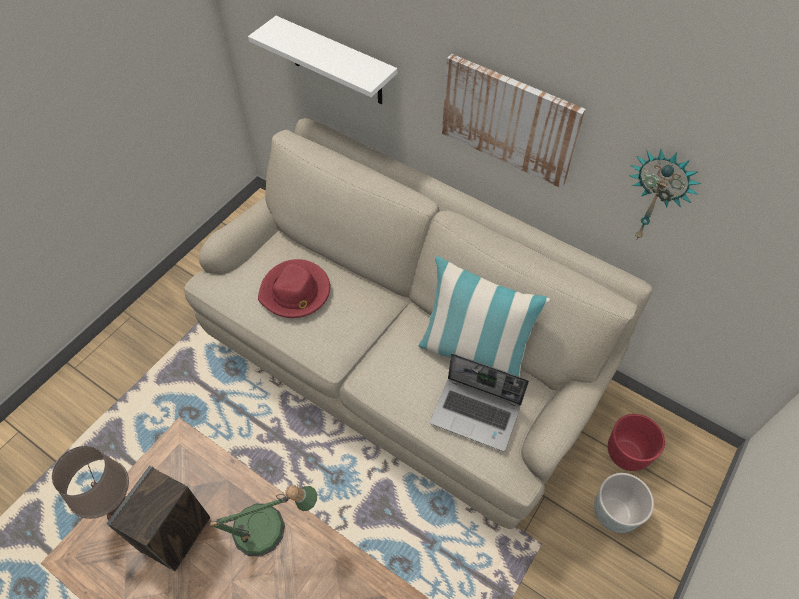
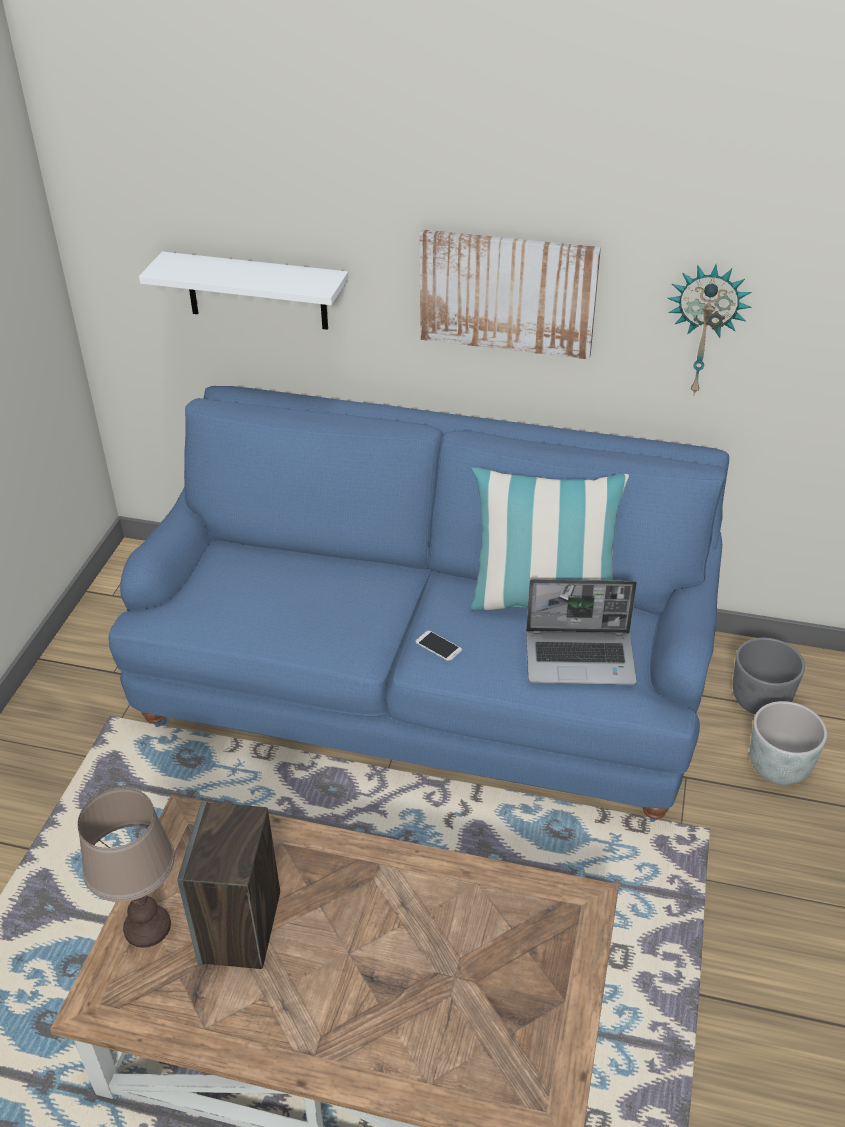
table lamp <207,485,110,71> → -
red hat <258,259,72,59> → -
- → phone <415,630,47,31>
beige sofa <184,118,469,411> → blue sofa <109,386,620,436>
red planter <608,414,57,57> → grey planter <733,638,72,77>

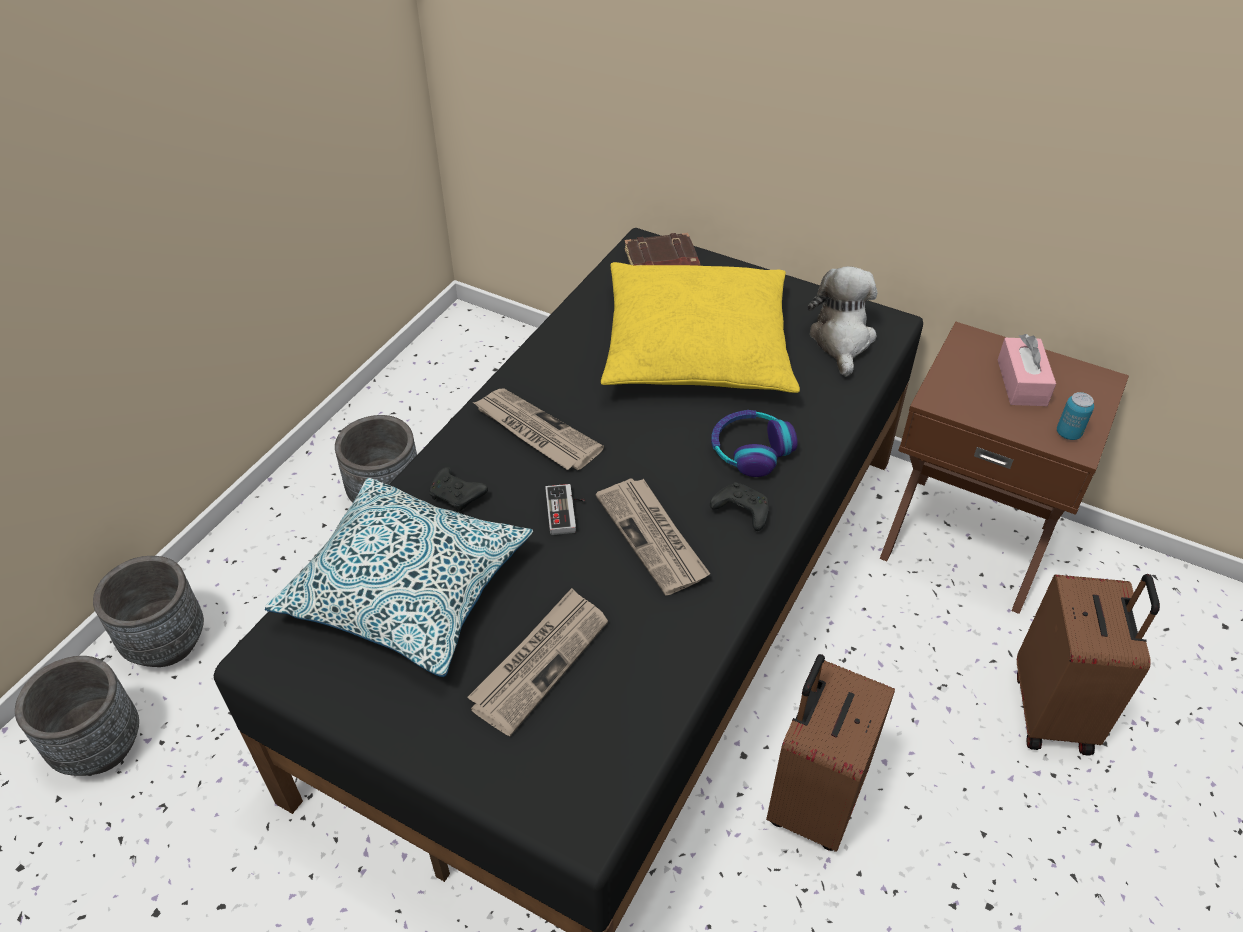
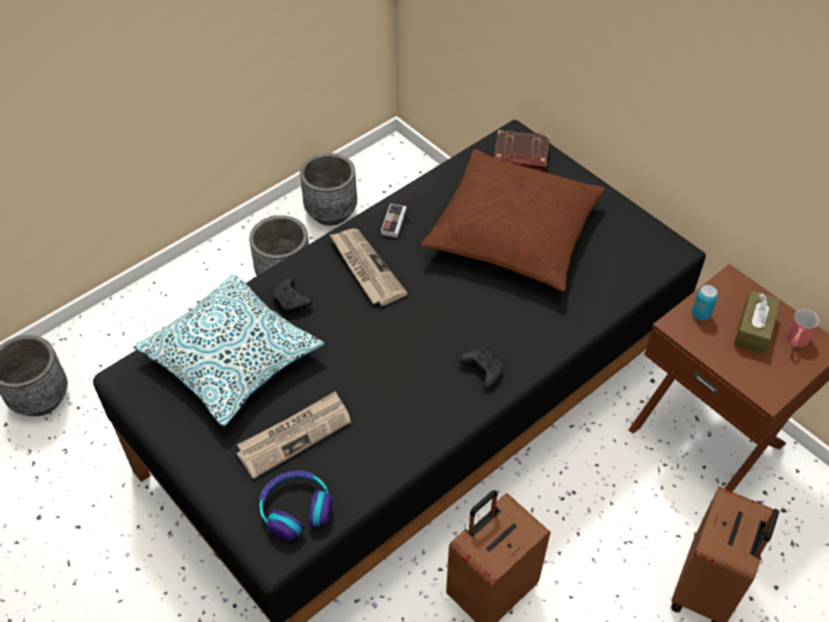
newspaper <596,479,114,117> → -
plush toy <808,266,69,111> → -
- → red mug <785,309,34,39>
grey planter <93,556,111,111> → grey planter <300,153,57,73>, moved
game controller <545,484,40,51> → game controller <381,204,31,34>, moved
headphones <711,410,87,67> → headphones <259,471,73,70>, moved
can <1057,392,37,48> → can <692,285,26,35>, moved
yellow pillow <601,262,199,131> → brown pillow <421,149,184,142>
pink tissue box <998,334,58,72> → brown tissue box <734,290,47,65>

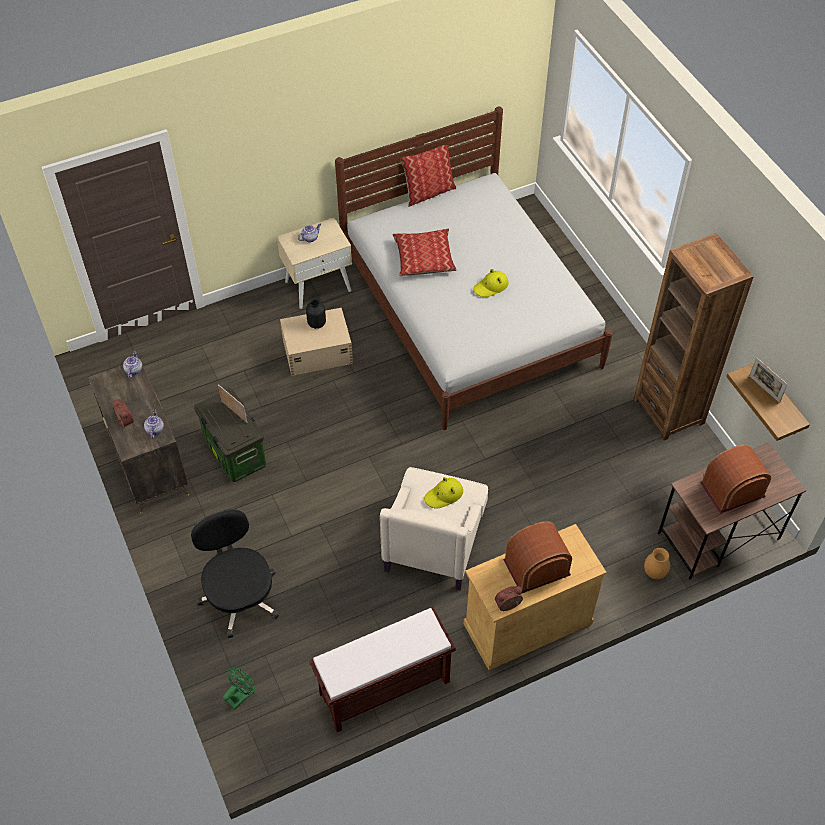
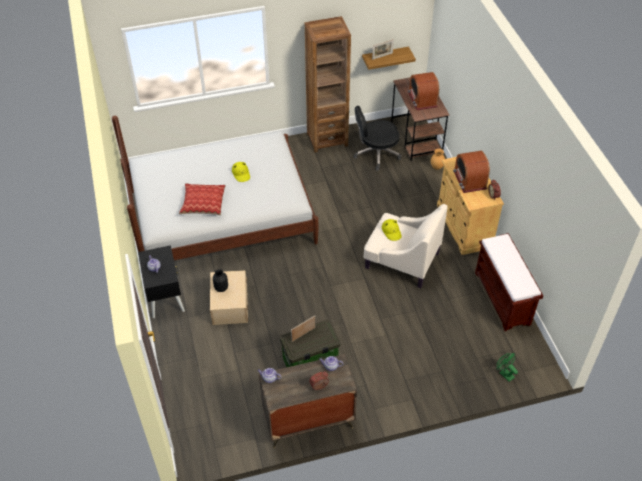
pillow <400,145,56,62> → -
black office chair <191,509,88,129> → black office chair <354,106,48,65>, moved
beige nightstand <277,218,75,91> → black nightstand <138,245,47,73>

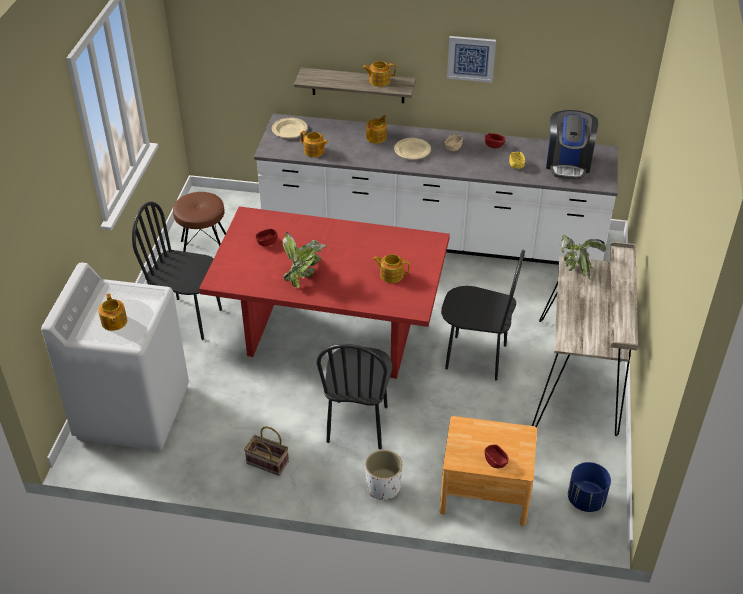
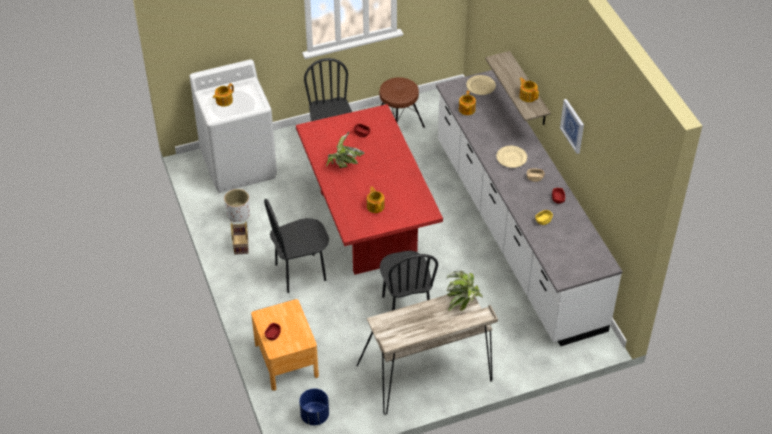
teapot <366,115,21,28> → -
coffee machine <546,110,52,70> → -
white planter <365,450,38,50> → white planter <224,189,26,33>, moved

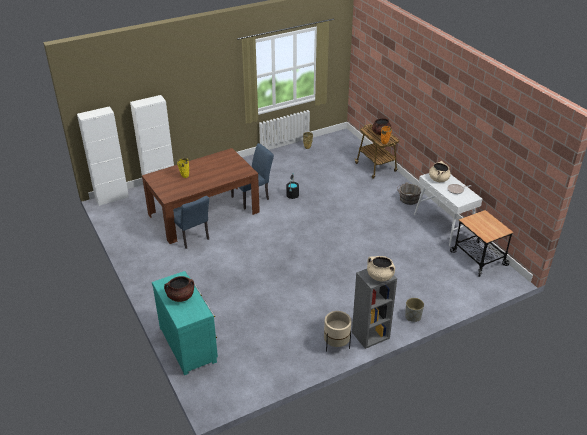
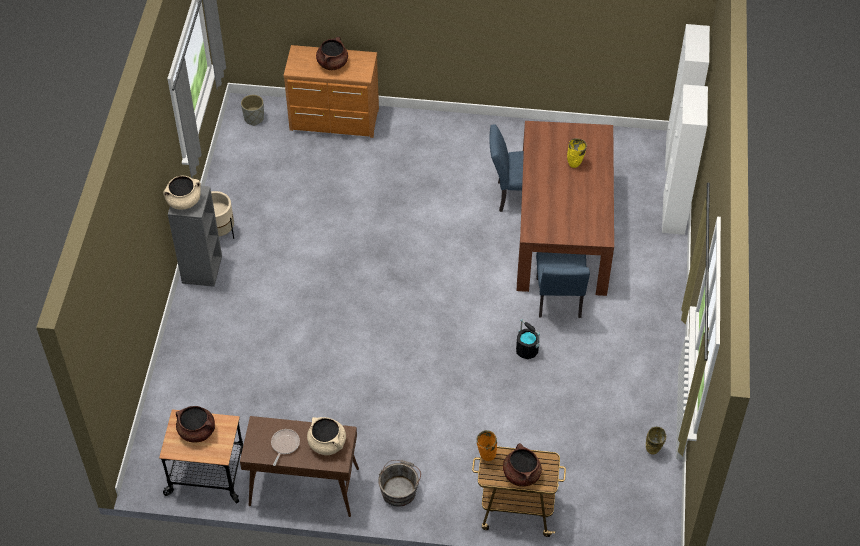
- → brown cooking pot <176,406,39,37>
grey planter <405,298,19,24> → grey planter <241,95,23,30>, moved
turquoise dresser <152,271,66,104> → brown dresser <283,45,96,93>
white console table <414,173,68,74> → brown console table <240,416,119,101>

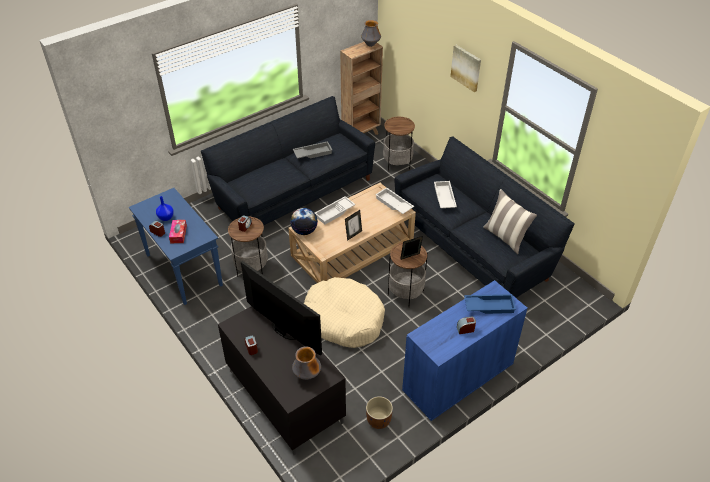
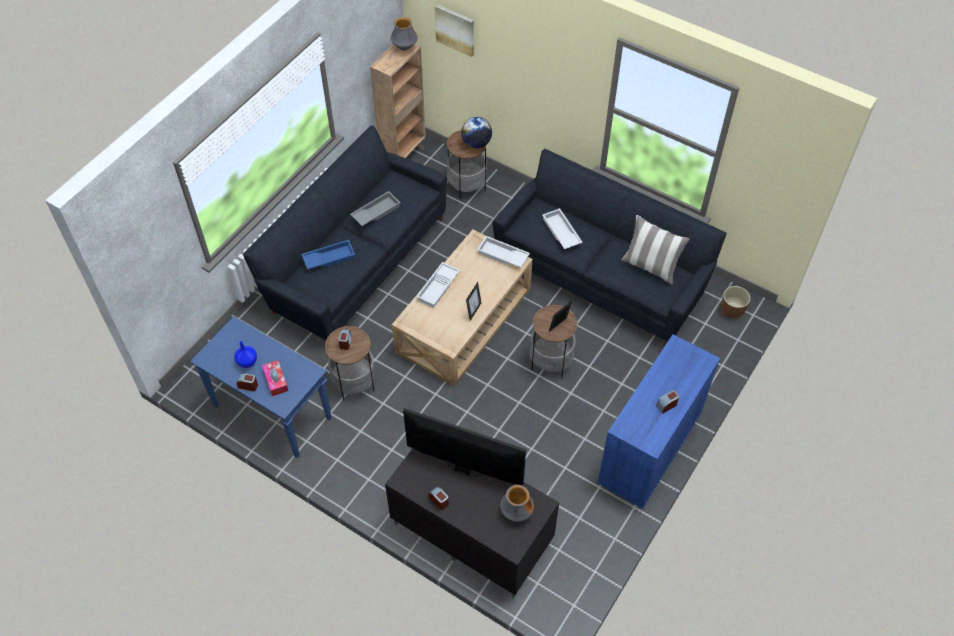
beige dog bed <304,277,81,71> → -
globe <290,208,28,27> → globe <461,117,31,31>, moved
brown planter <366,396,27,33> → brown planter <721,286,30,32>, moved
picture <450,45,31,47> → picture <435,4,39,53>, moved
blue tray <464,294,52,20> → blue tray <301,240,54,29>, moved

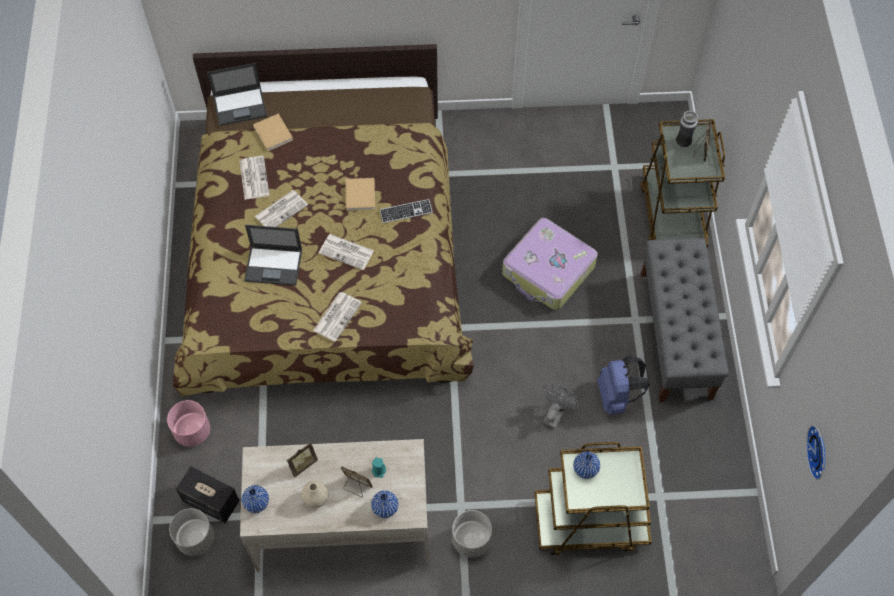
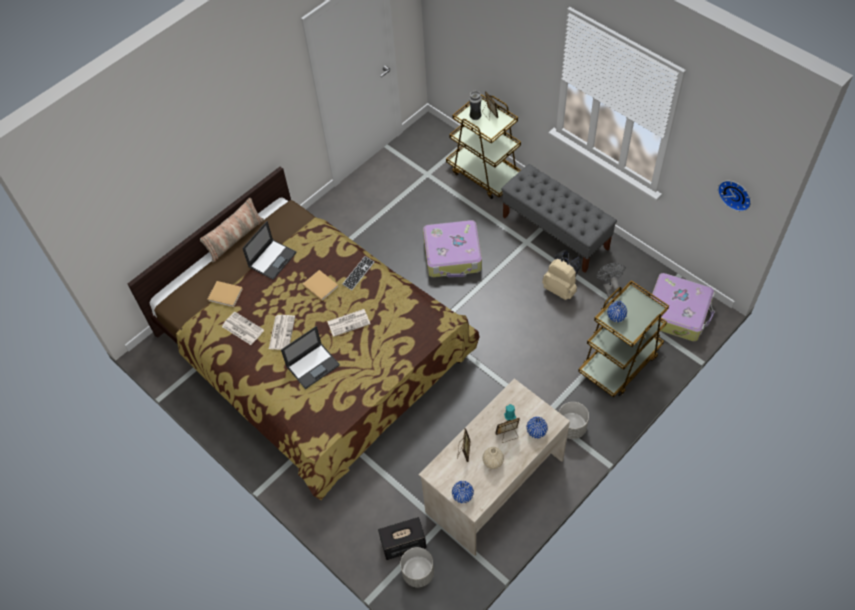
pink planter <167,400,43,47> → -
newspaper <313,292,49,50> → -
- → pillow <200,198,64,65>
- → suitcase <651,273,64,68>
laptop <207,63,60,63> → laptop <242,221,55,59>, moved
grey fan <543,384,36,45> → grey fan <596,263,30,35>, moved
blue backpack <597,356,53,59> → beige backpack <542,250,39,50>

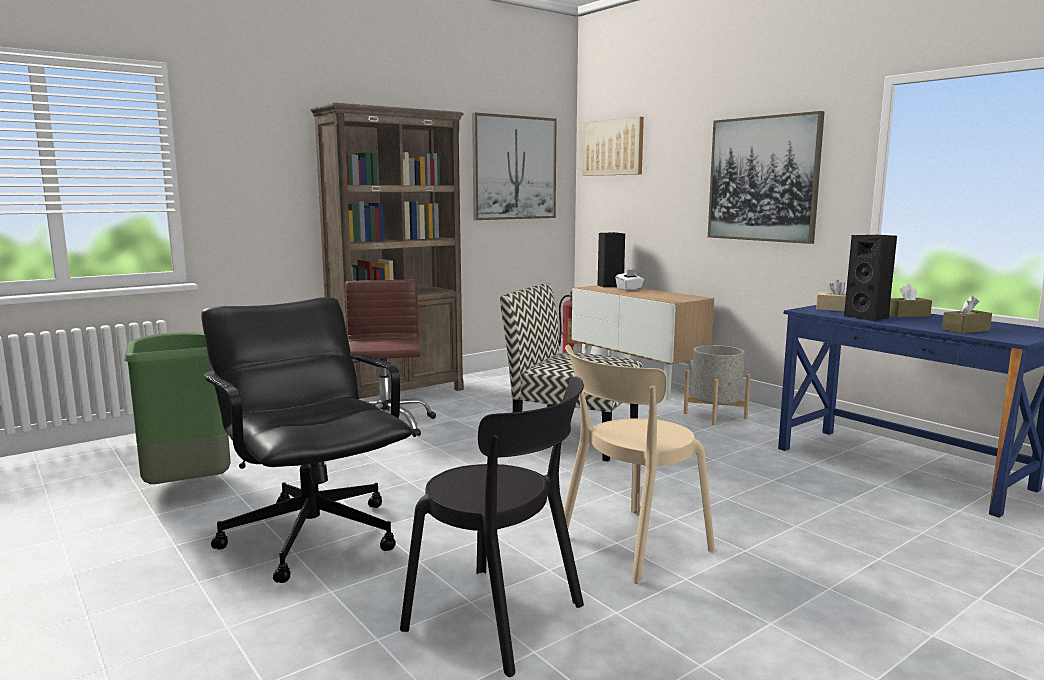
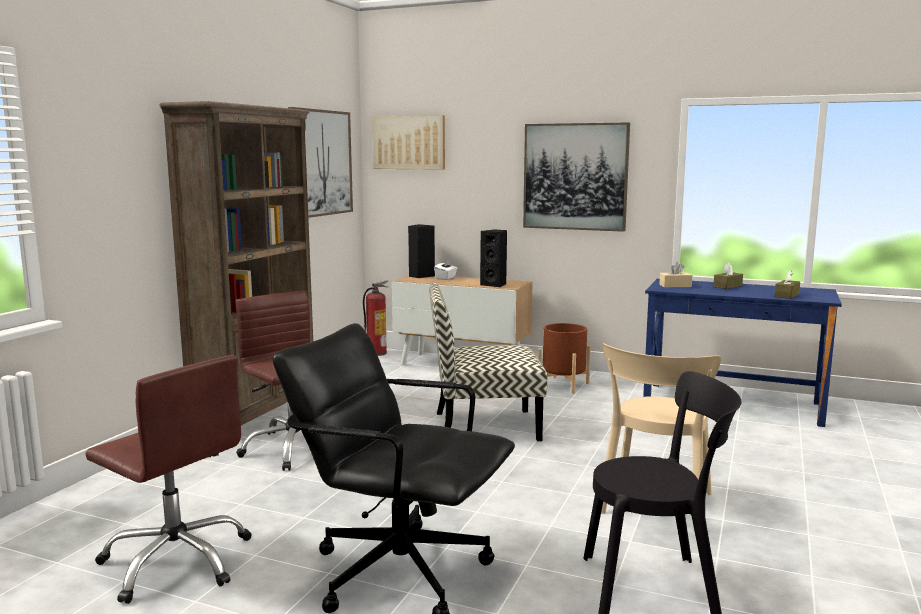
black speaker <844,235,53,86> → black speaker <480,229,27,58>, moved
green trash can <124,332,107,152> → brown office chair <85,355,167,249>
grey planter <684,345,66,80> → brown planter <538,323,53,71>

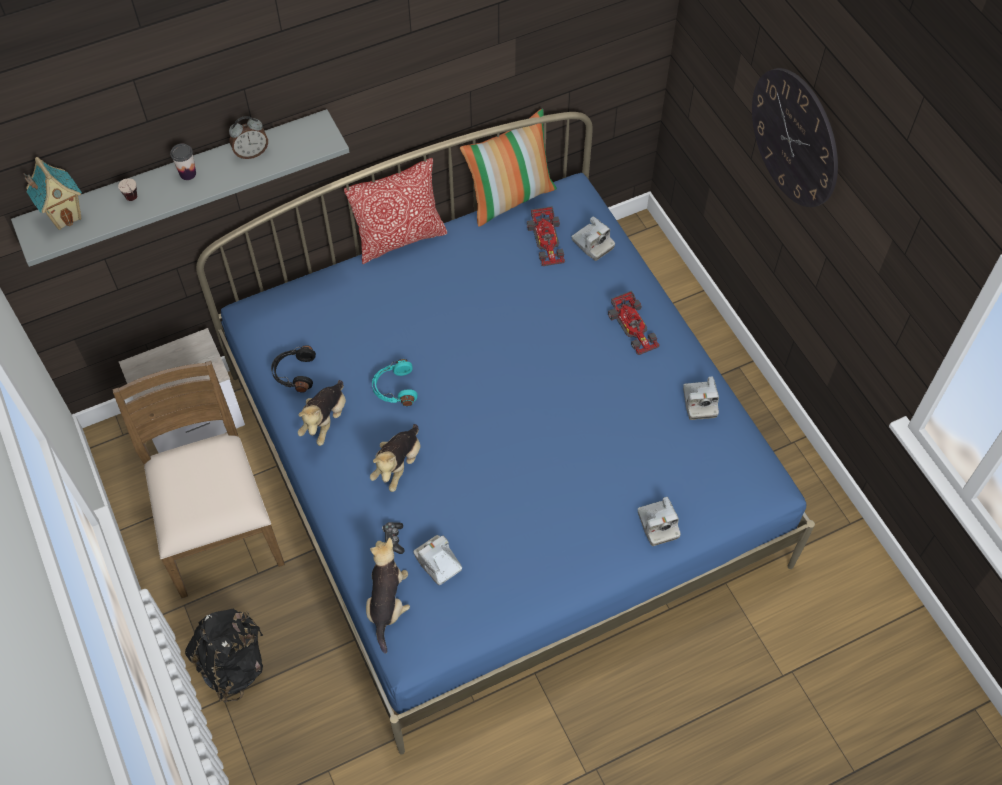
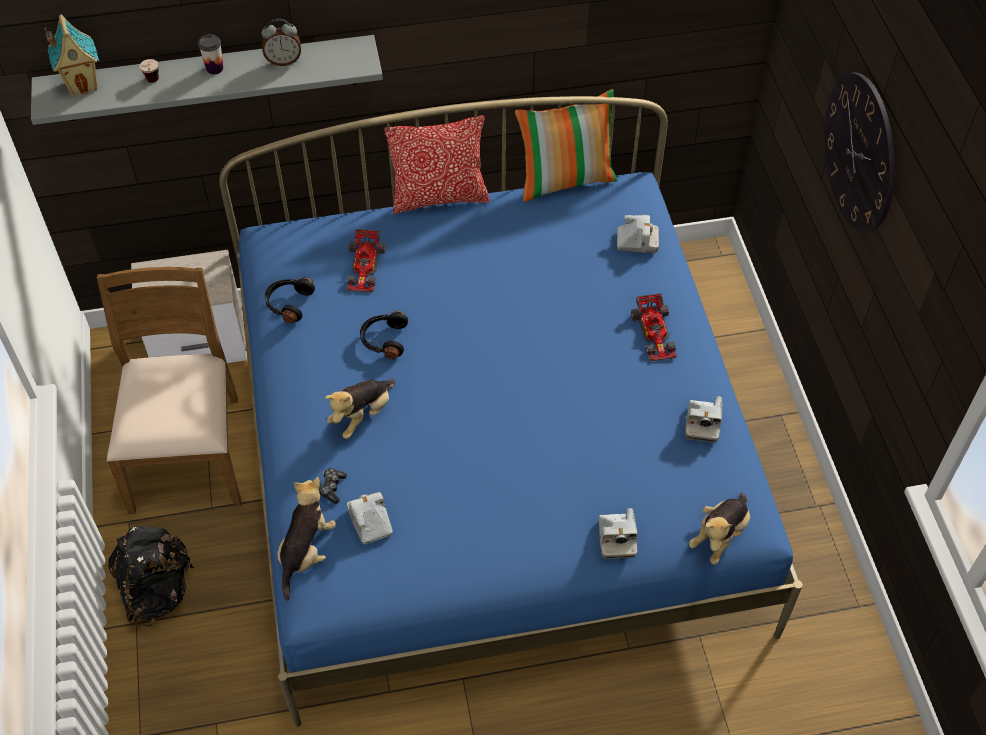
plush toy <298,380,48,66> → plush toy <689,493,61,72>, moved
toy car <527,206,38,60> → toy car <347,229,38,63>, moved
turquoise headphones <372,359,46,47> → black headphones <360,311,48,48>
photo camera <572,216,43,45> → photo camera <617,215,42,38>, 60 degrees counterclockwise

